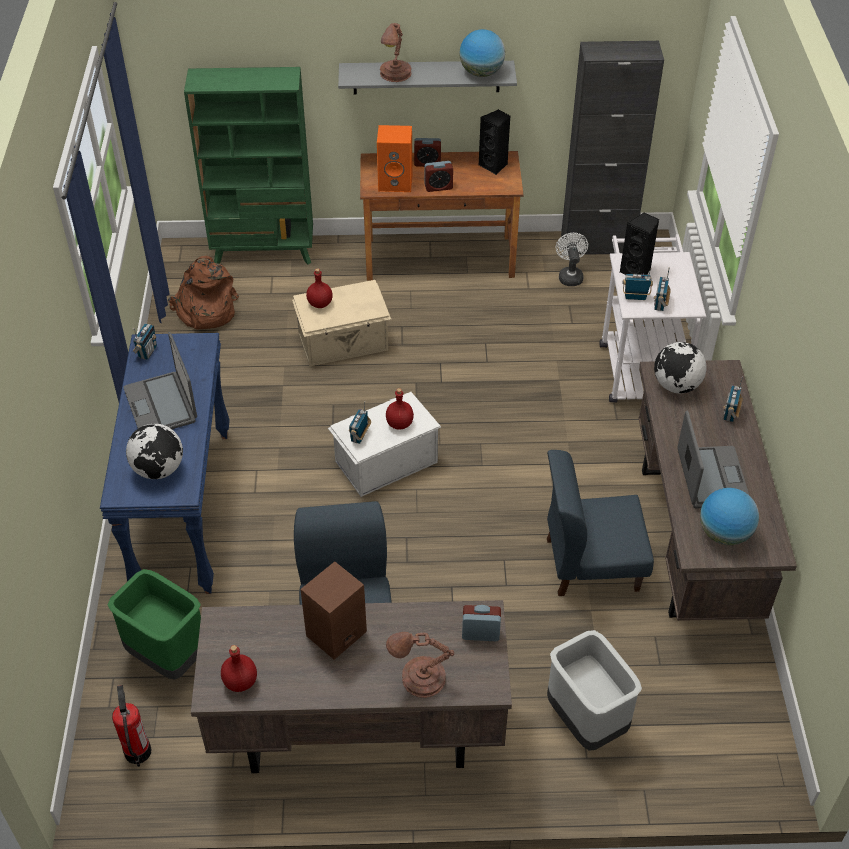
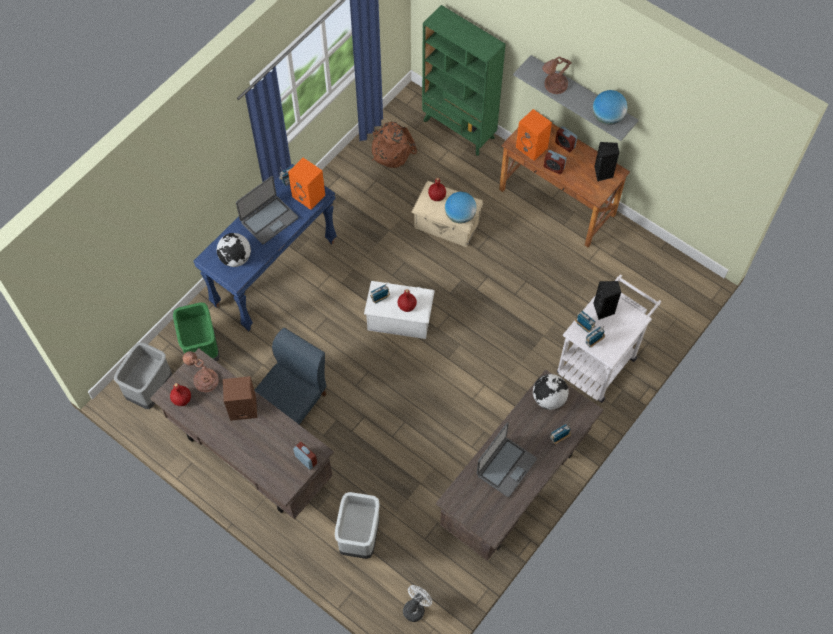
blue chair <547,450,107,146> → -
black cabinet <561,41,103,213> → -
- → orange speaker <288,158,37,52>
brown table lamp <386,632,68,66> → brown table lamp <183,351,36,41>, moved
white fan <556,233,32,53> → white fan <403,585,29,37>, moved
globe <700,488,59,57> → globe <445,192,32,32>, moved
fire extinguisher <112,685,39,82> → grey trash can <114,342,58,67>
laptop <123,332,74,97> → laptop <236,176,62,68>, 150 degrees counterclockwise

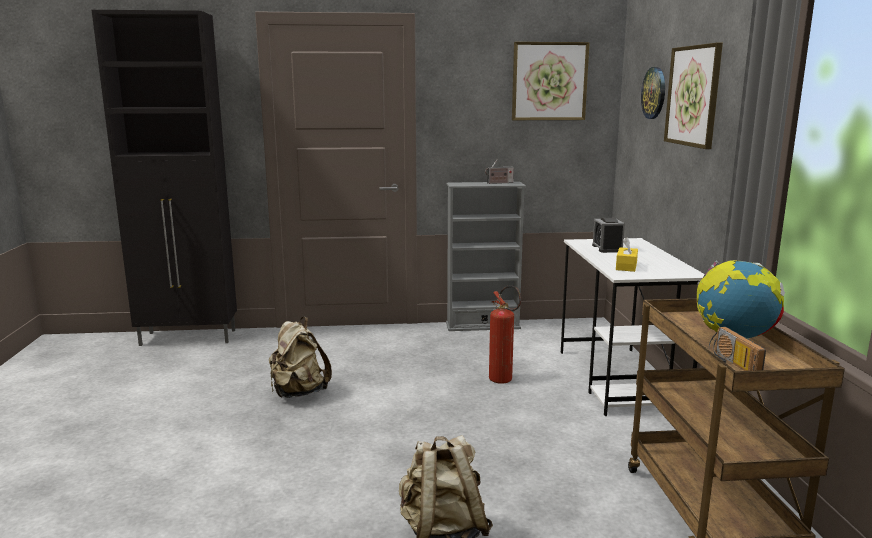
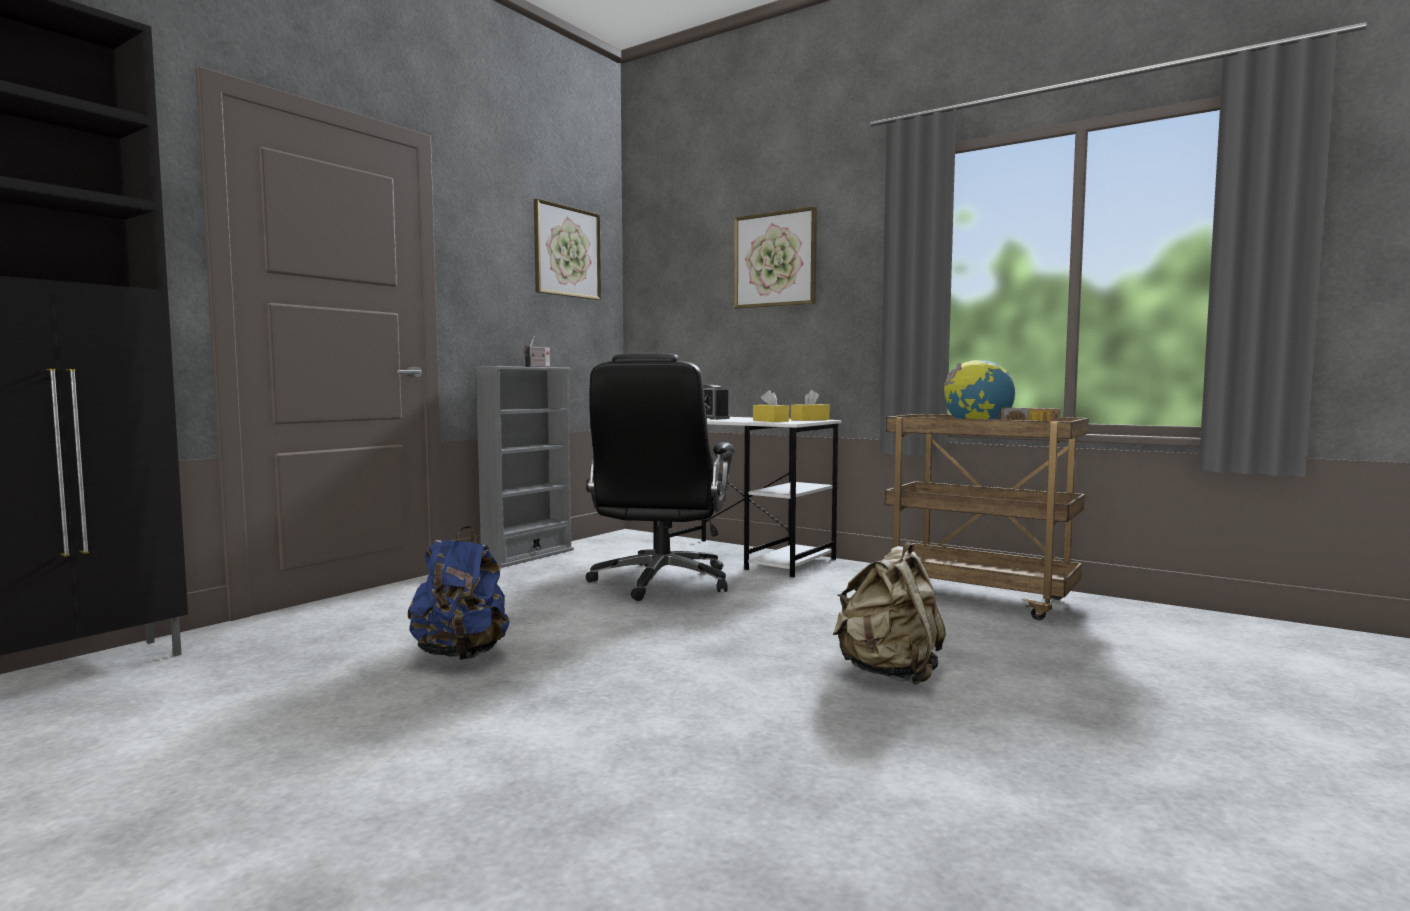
wall clock <641,67,24,52> → -
- → yellow tissue box <791,390,39,31>
fire extinguisher <489,285,32,99> → black office chair <586,353,149,248>
beige backpack <269,317,63,81> → blue backpack <408,526,102,134>

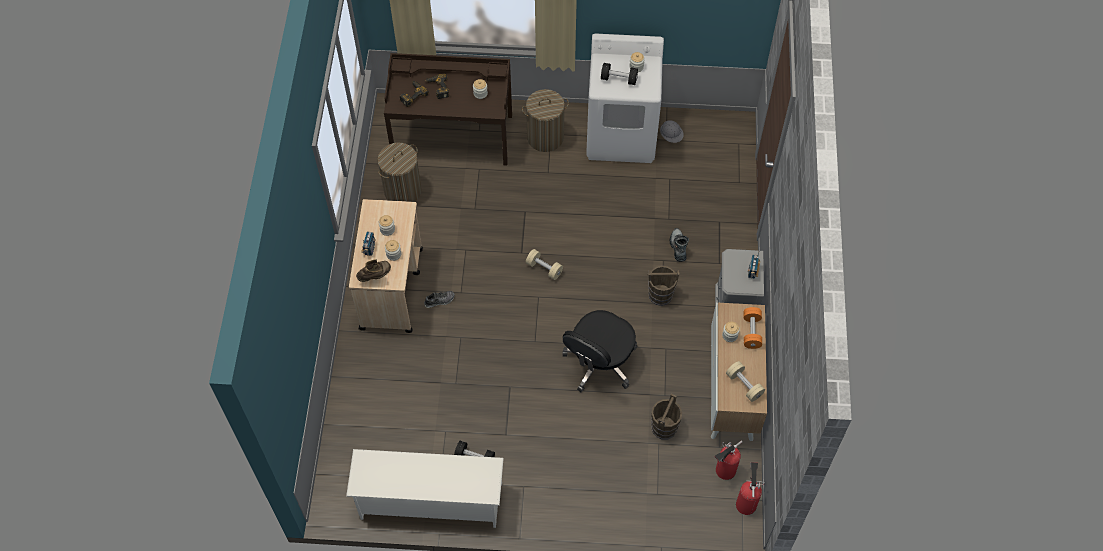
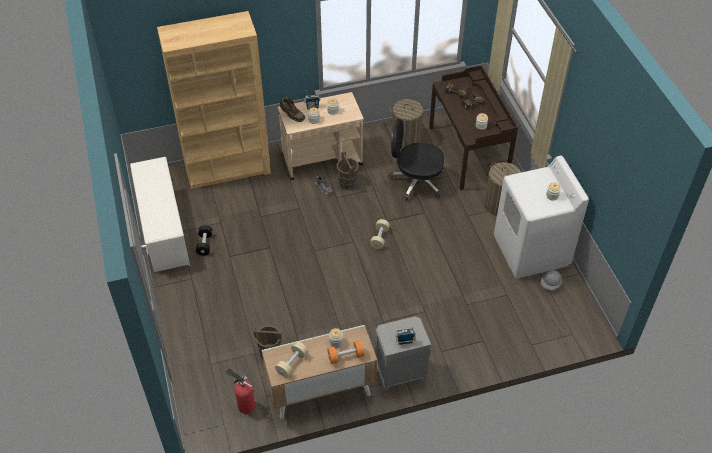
black dumbbell <601,63,37,22> → -
boot <670,228,19,34> → -
fire extinguisher <736,462,29,53> → -
- → brown bookcase <157,11,114,178>
black office chair <562,310,75,82> → black office chair <388,119,56,83>, moved
brown bucket <647,266,33,40> → brown bucket <337,151,22,39>, moved

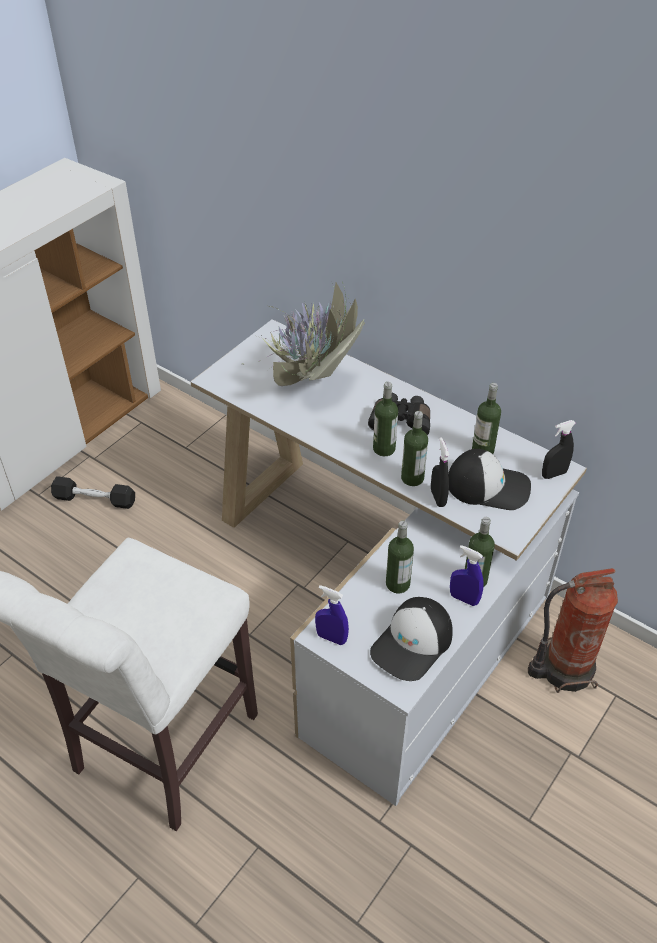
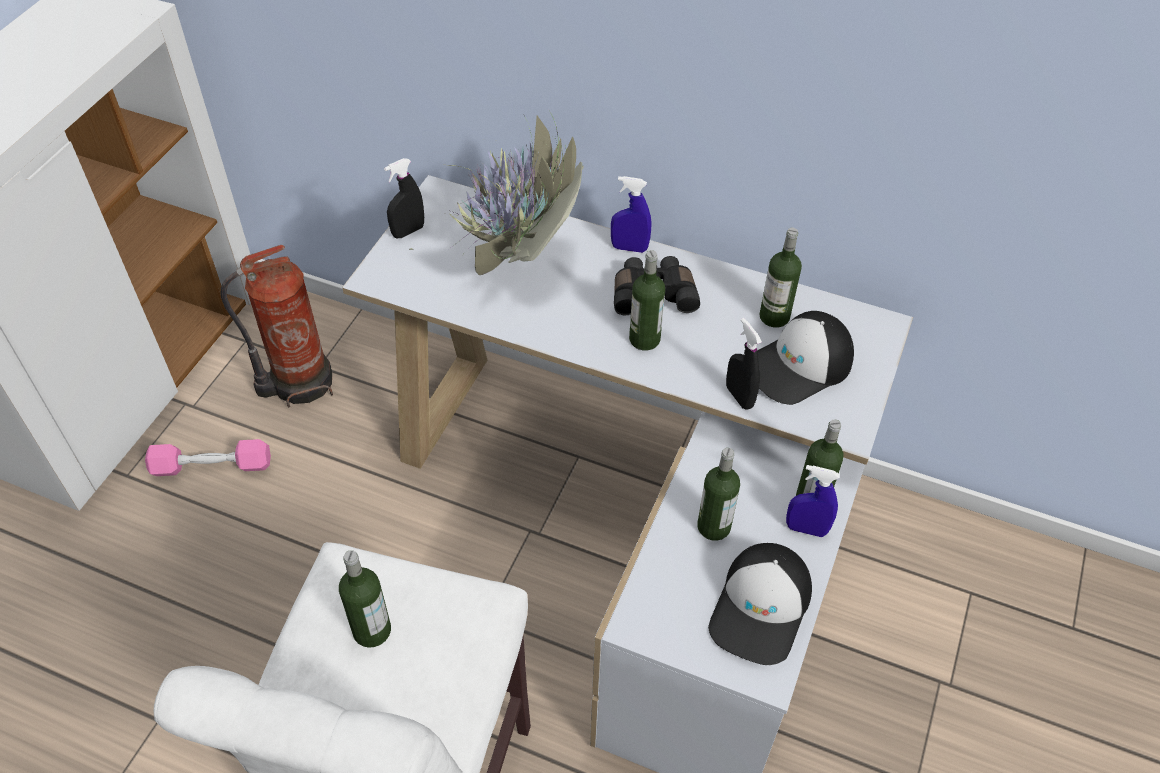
blue spray bottle <315,585,34,60> → blue spray bottle <611,176,40,77>, moved
bottle <401,411,27,75> → bottle <339,550,52,98>, moved
fire extinguisher <528,568,90,125> → fire extinguisher <220,245,113,163>, moved
black spray bottle <542,420,34,59> → black spray bottle <384,158,40,80>, moved
black dumbbell <51,476,84,33> → pink dumbbell <145,439,126,37>
cap <448,449,83,61> → cap <757,311,97,94>, 150 degrees clockwise

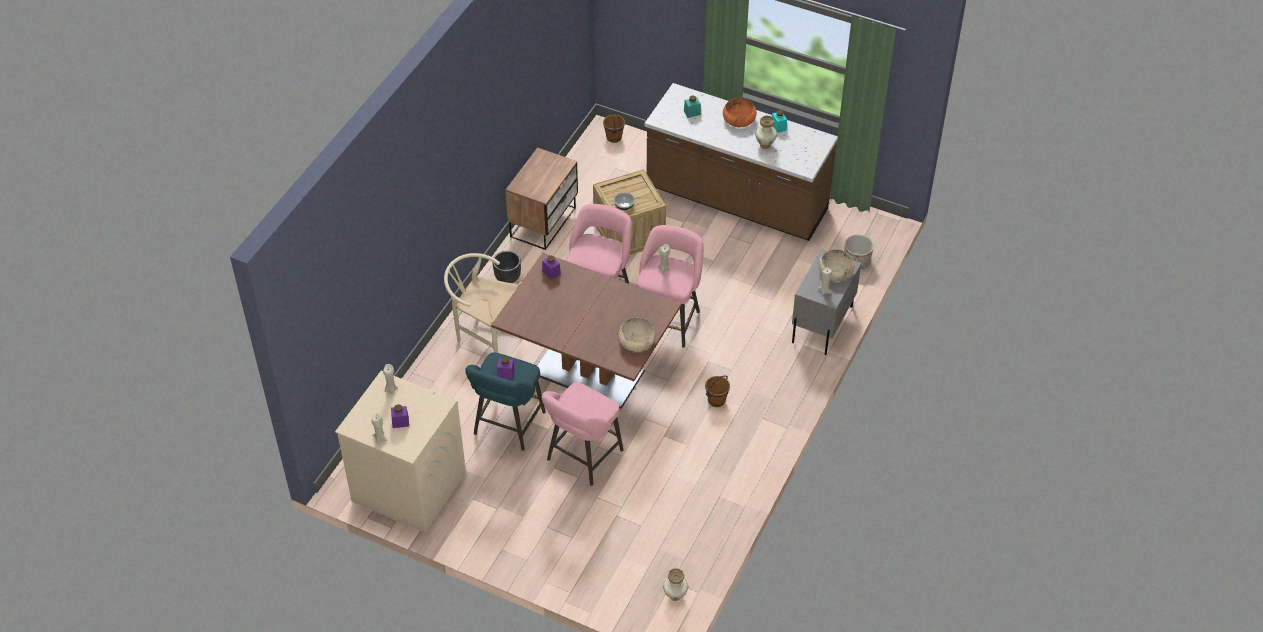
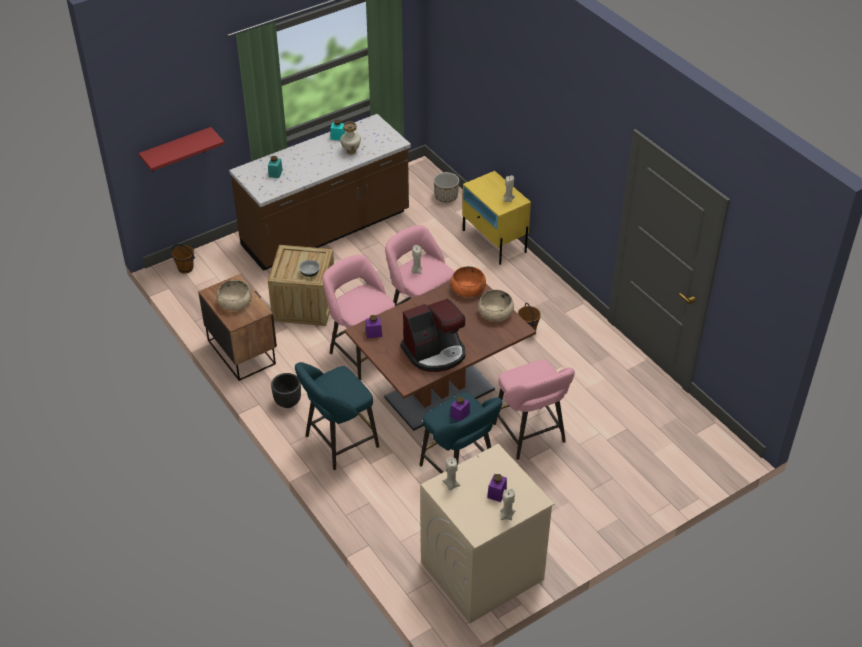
vase <663,568,26,33> → -
- → red shelf <138,127,87,45>
- → coffee machine <401,299,64,73>
orange bowl <723,98,34,29> → orange bowl <451,266,35,31>, moved
beige bowl <819,249,35,32> → beige bowl <217,280,35,31>, moved
beige chair <444,253,77,100> → turquoise stool <295,362,84,108>
grey nightstand <792,249,69,106> → yellow nightstand <462,171,69,94>

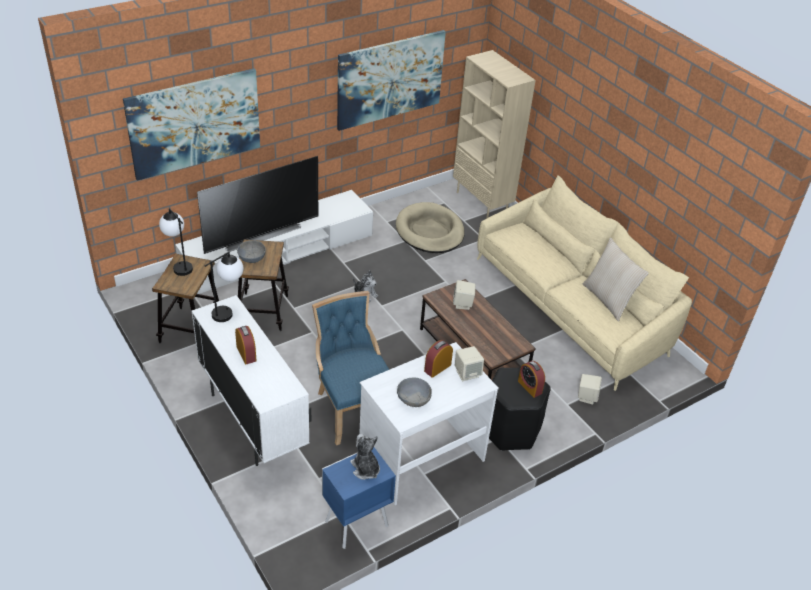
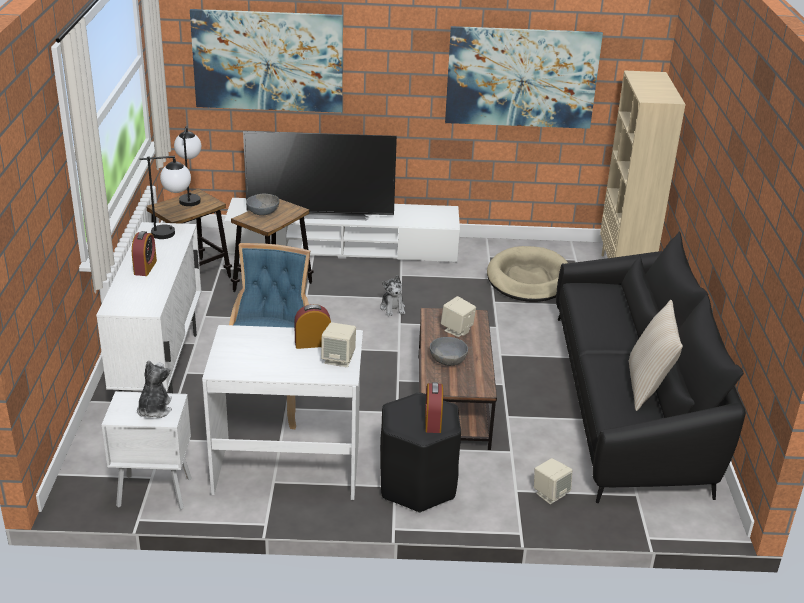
grey bowl <397,378,35,29> → grey bowl <430,337,38,29>, moved
blue nightstand <322,447,74,102> → white nightstand <102,391,90,119>
beige sofa <477,175,215,216> → black sofa <556,231,190,272>

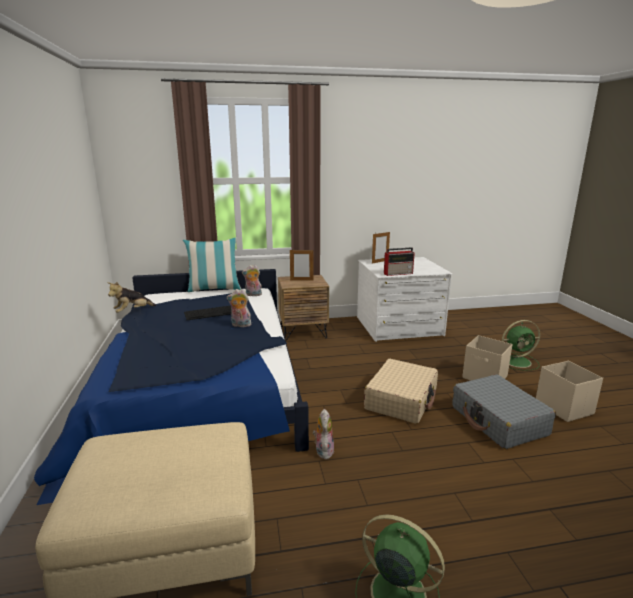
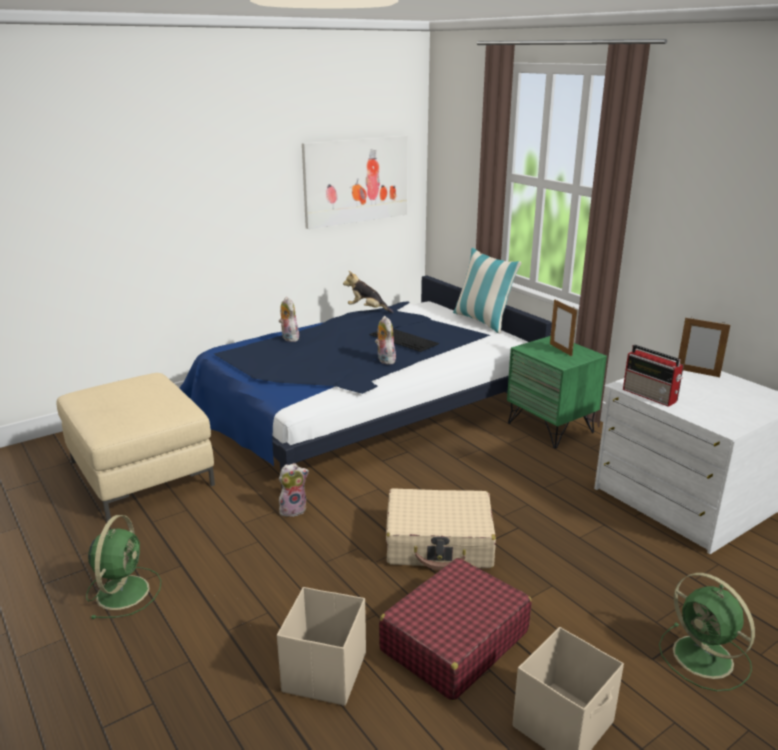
- → picture <302,135,106,94>
plush toy <242,265,20,31> → plush toy <279,297,20,45>, moved
beige storage box <462,335,51,46> → beige storage box <277,587,89,119>, moved
brown nightstand <278,275,51,66> → green nightstand <507,336,100,113>
grey suitcase <453,375,103,74> → red suitcase <379,558,153,143>

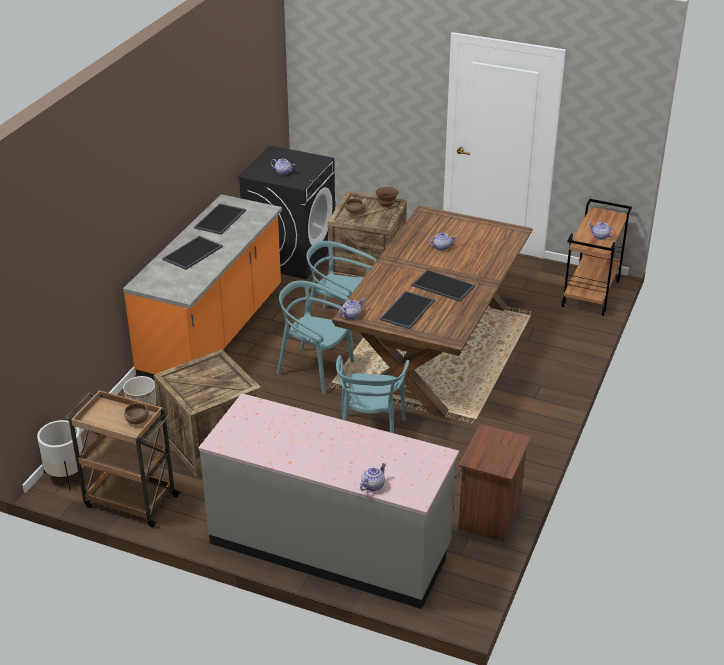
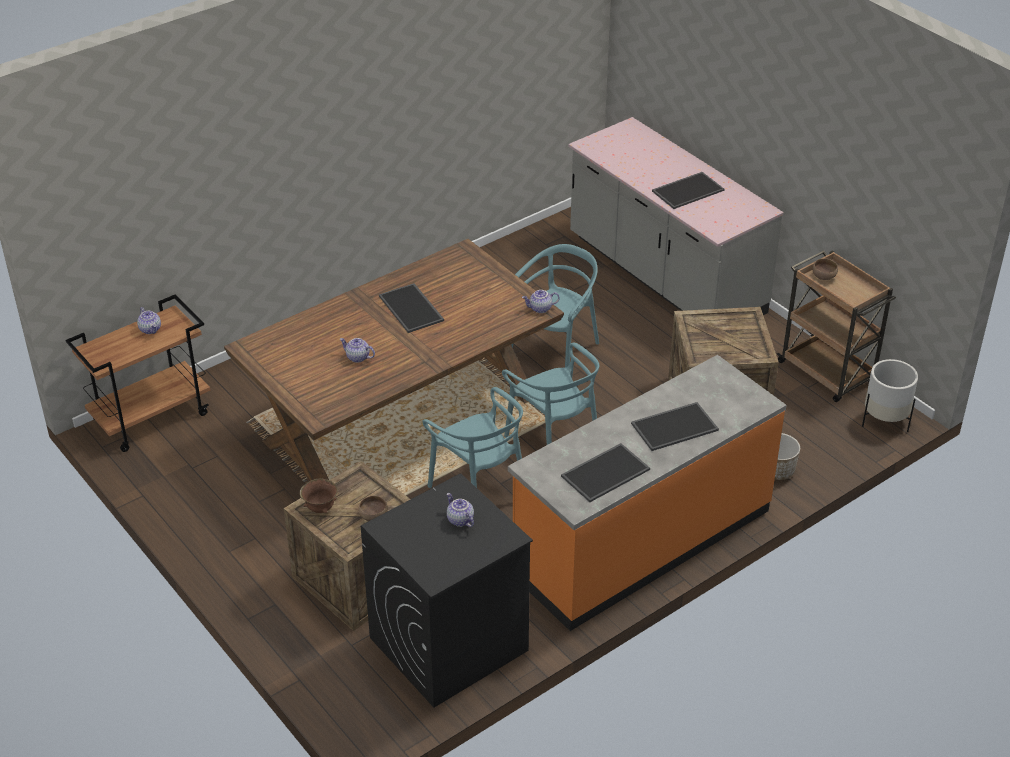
teapot <360,463,26,28> → -
brown nightstand <458,424,73,118> → -
tray <380,291,55,38> → tray <652,172,72,37>, moved

